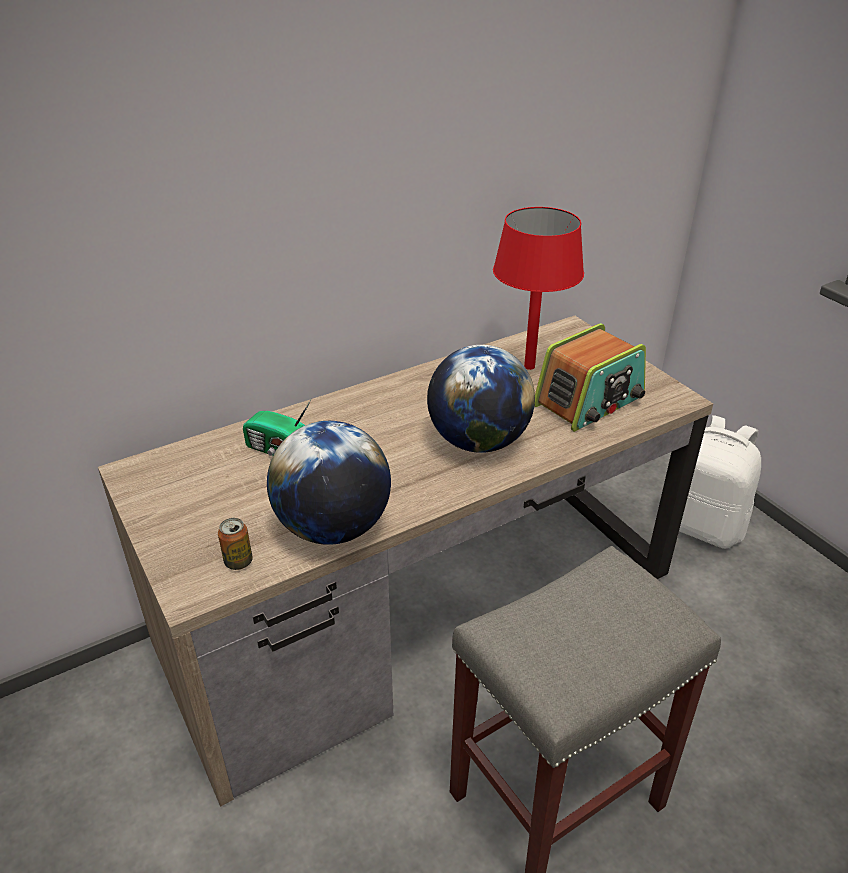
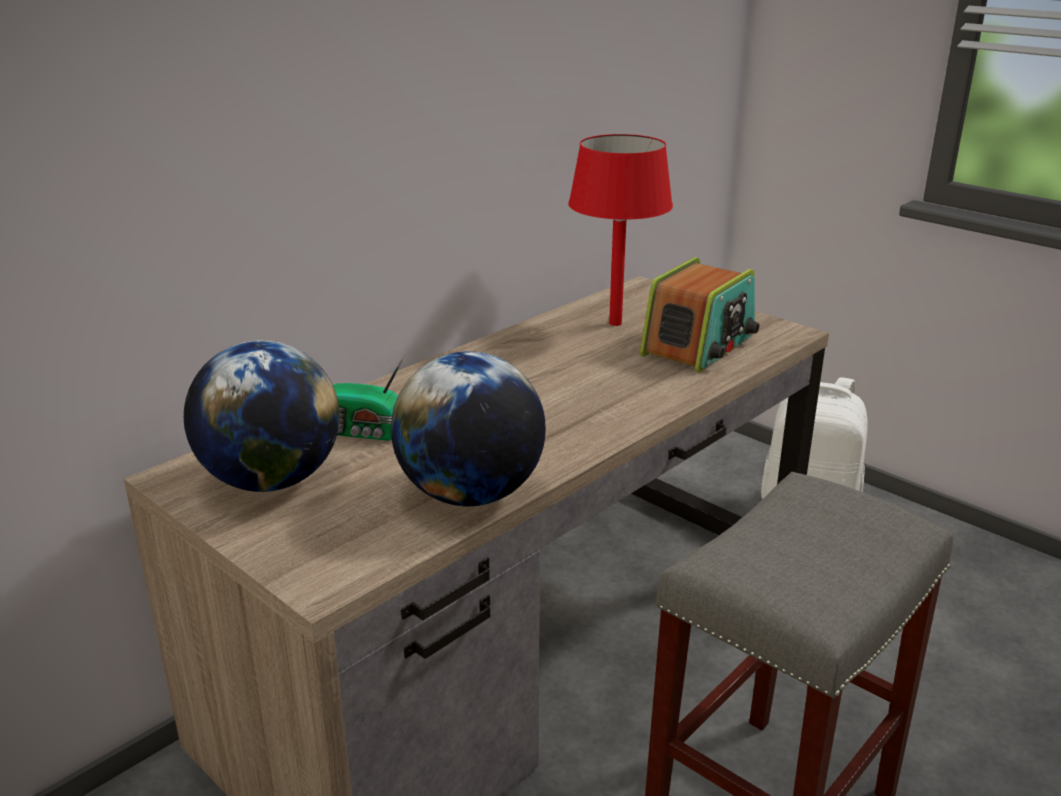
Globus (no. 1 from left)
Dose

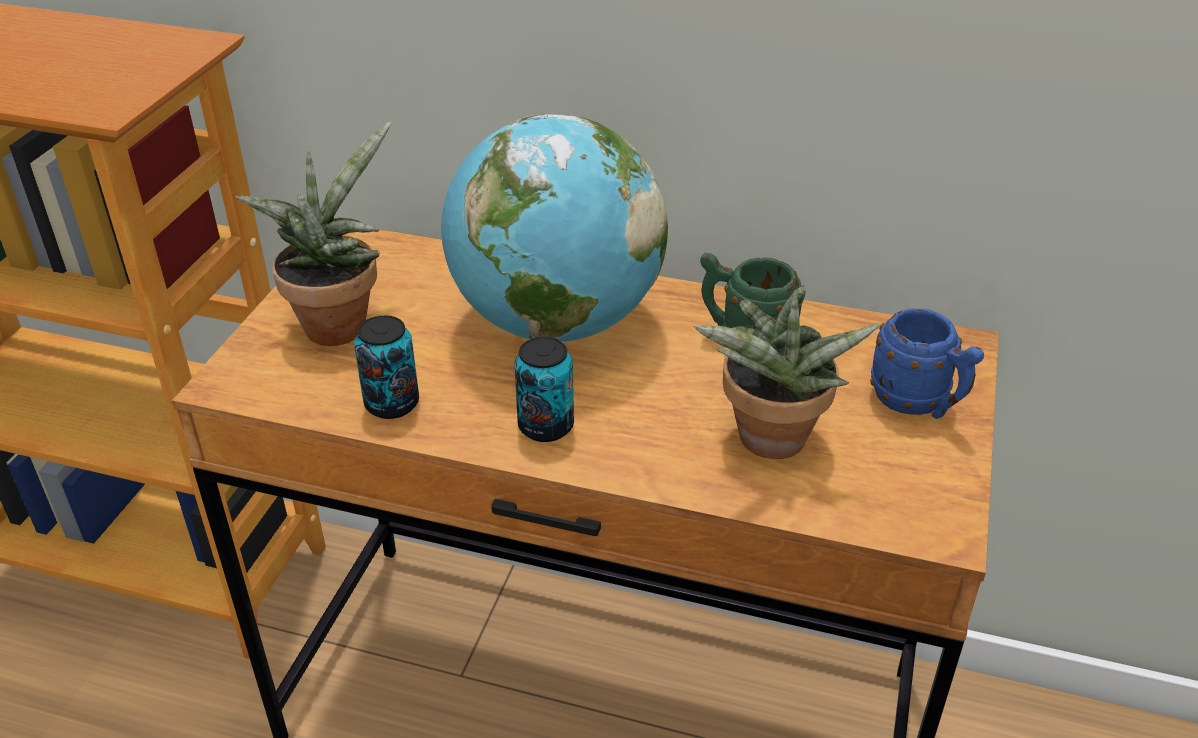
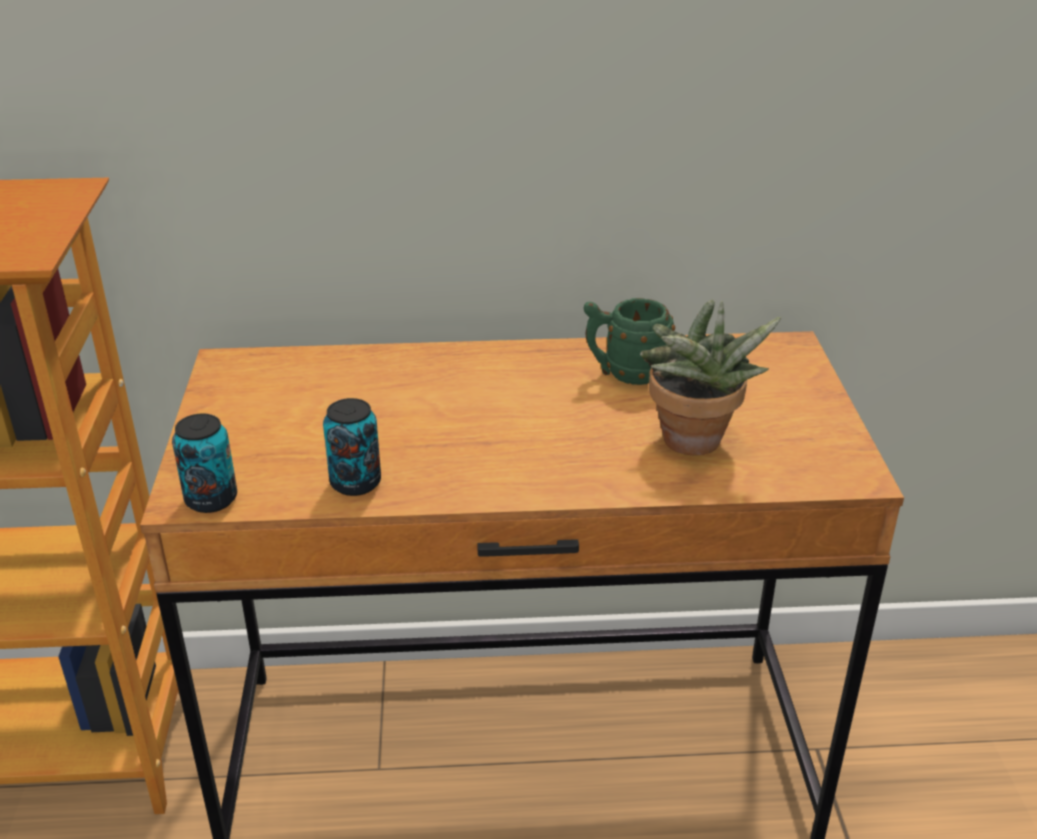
Globus
Topfpflanze (no. 1 from left in the first image)
Henkelbecher (blau)
Dose (no. 1 from left)

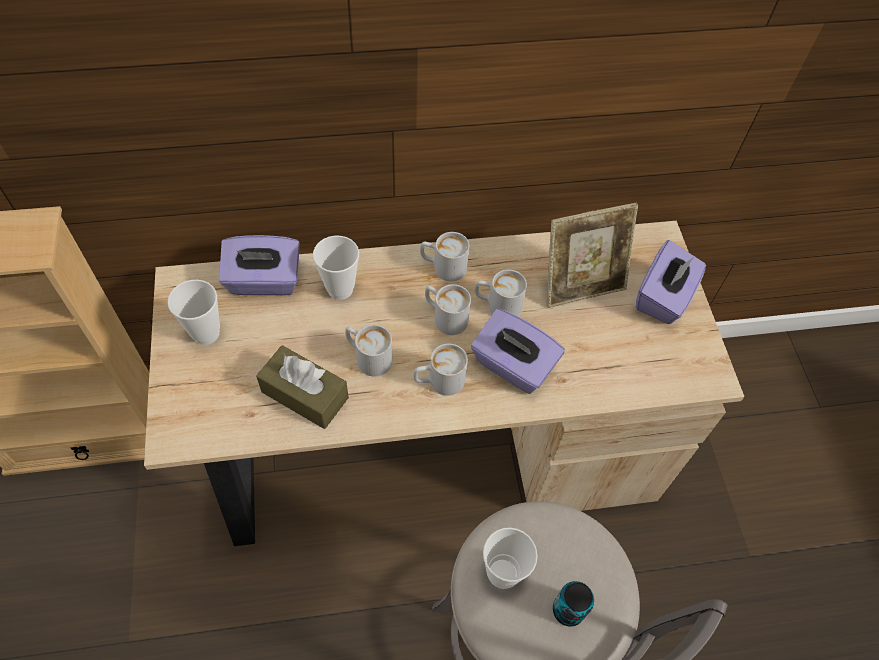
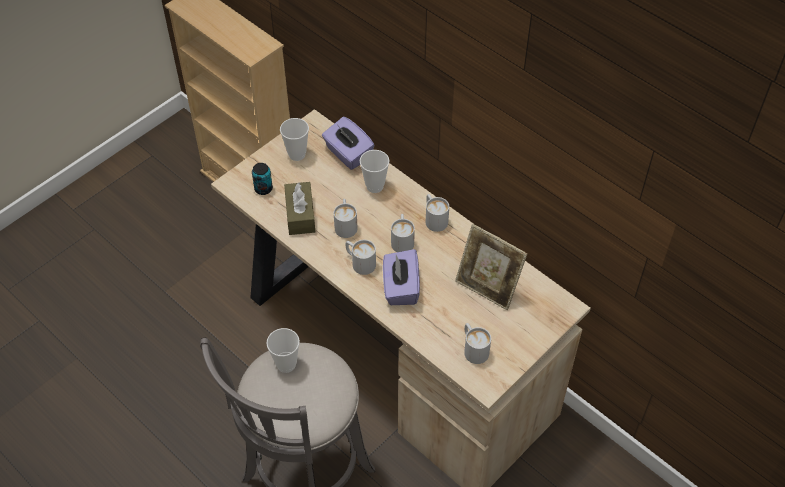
Taschentuchbox (lila) (no. 3 from left in the first image)
Henkelbecher (weiß) (no. 5 from left)
Dose

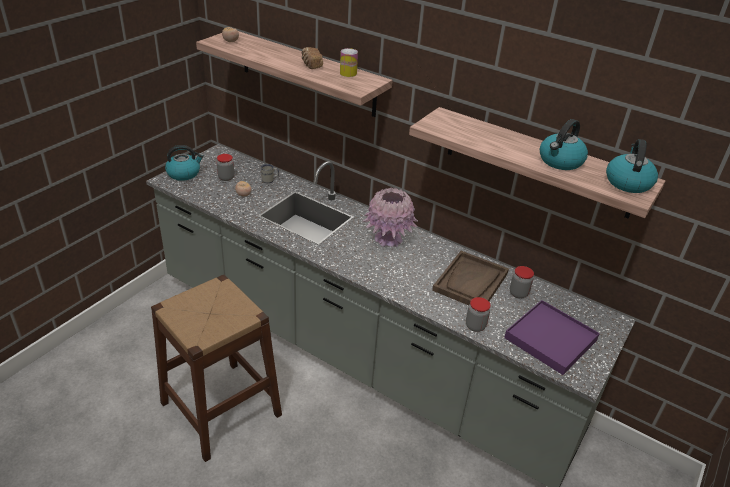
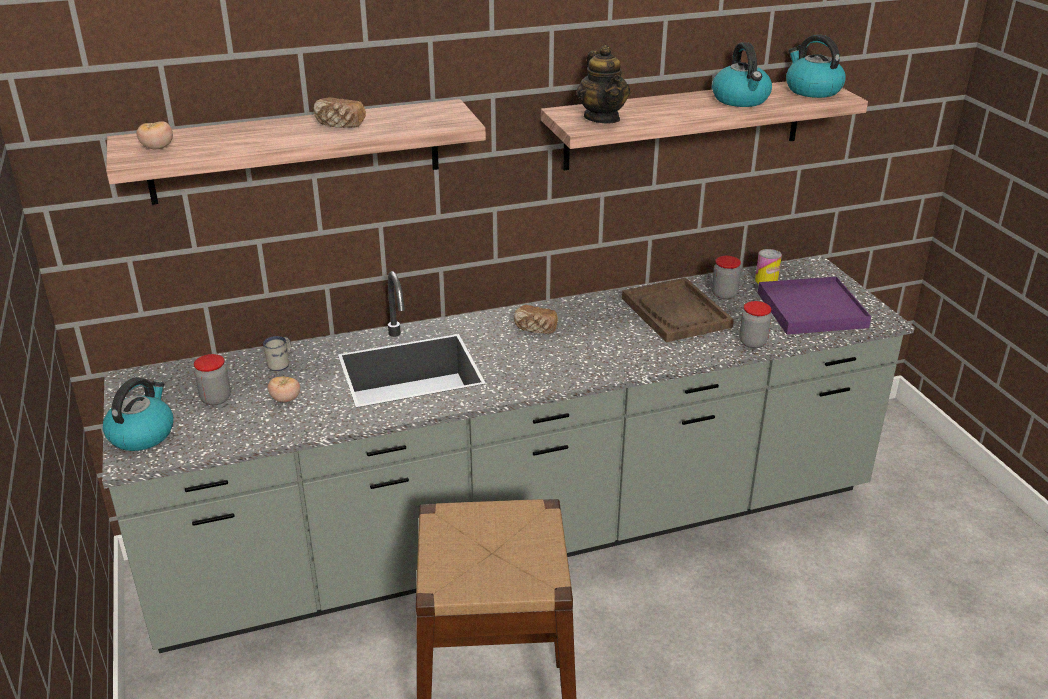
Dose
Brot (no. 2 from left)
Teekanne

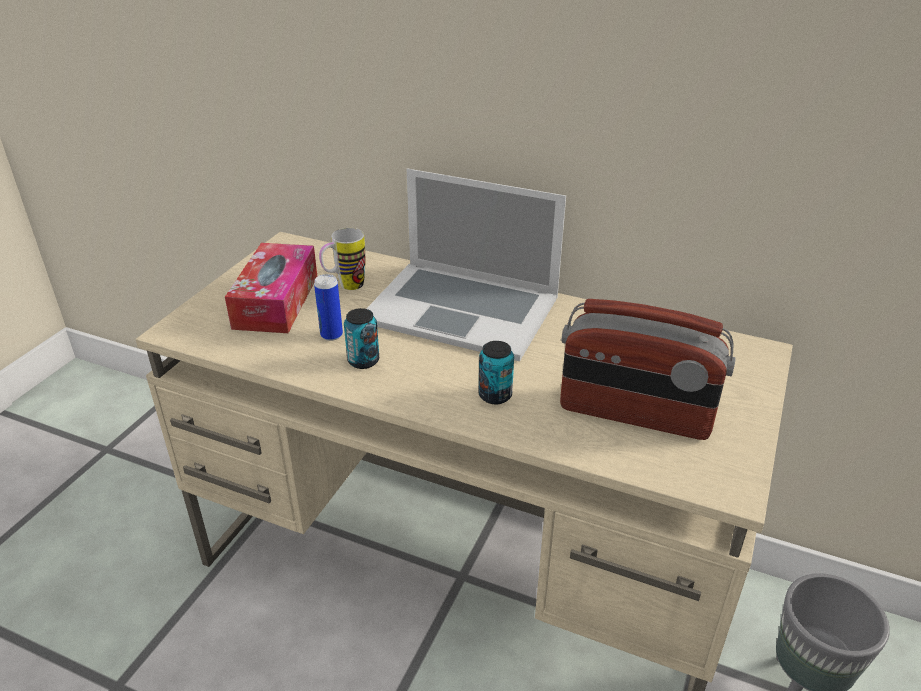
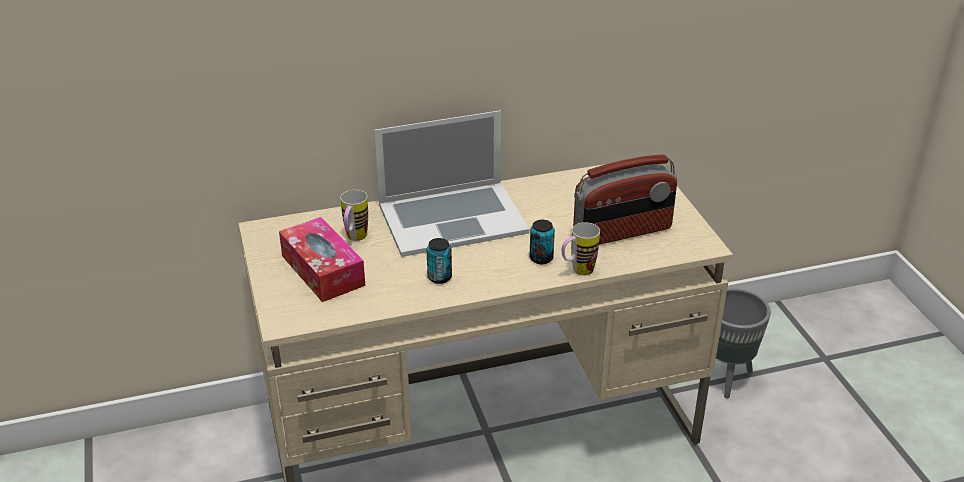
Dose (no. 1 from left in the first image)
Henkelbecher (no. 2 from left)

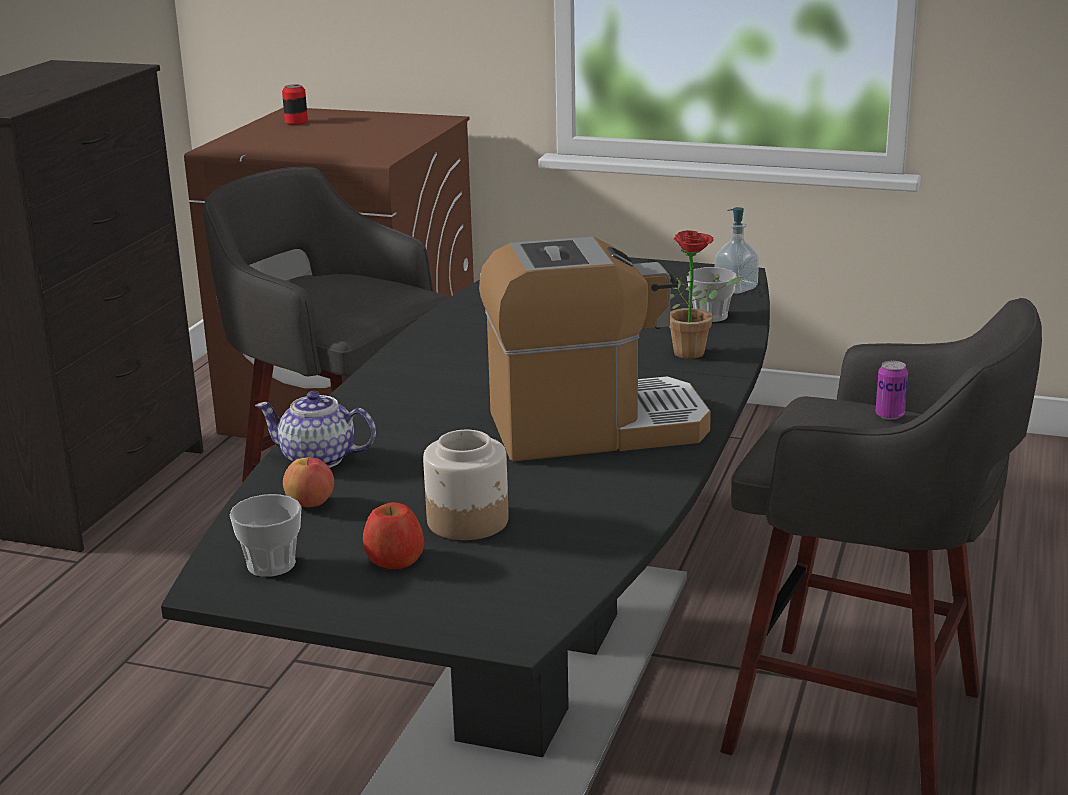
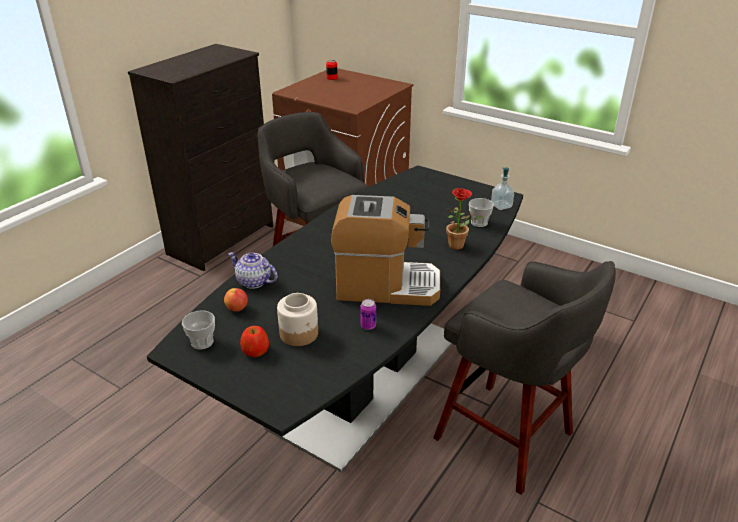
Dose (no. 2 from left)

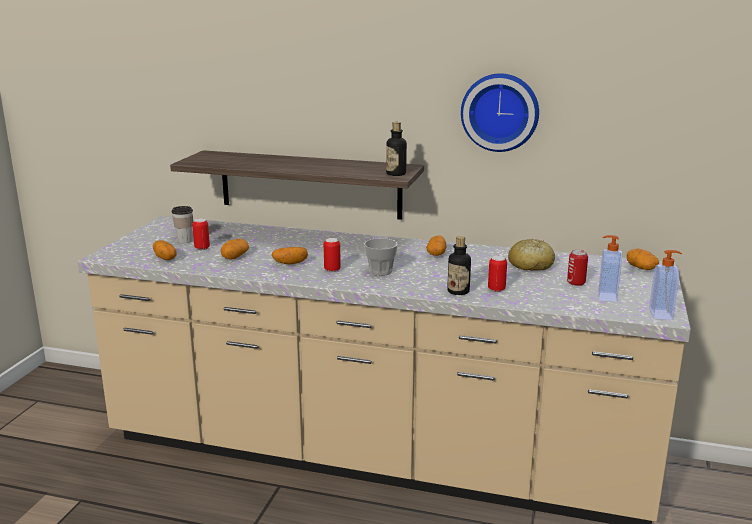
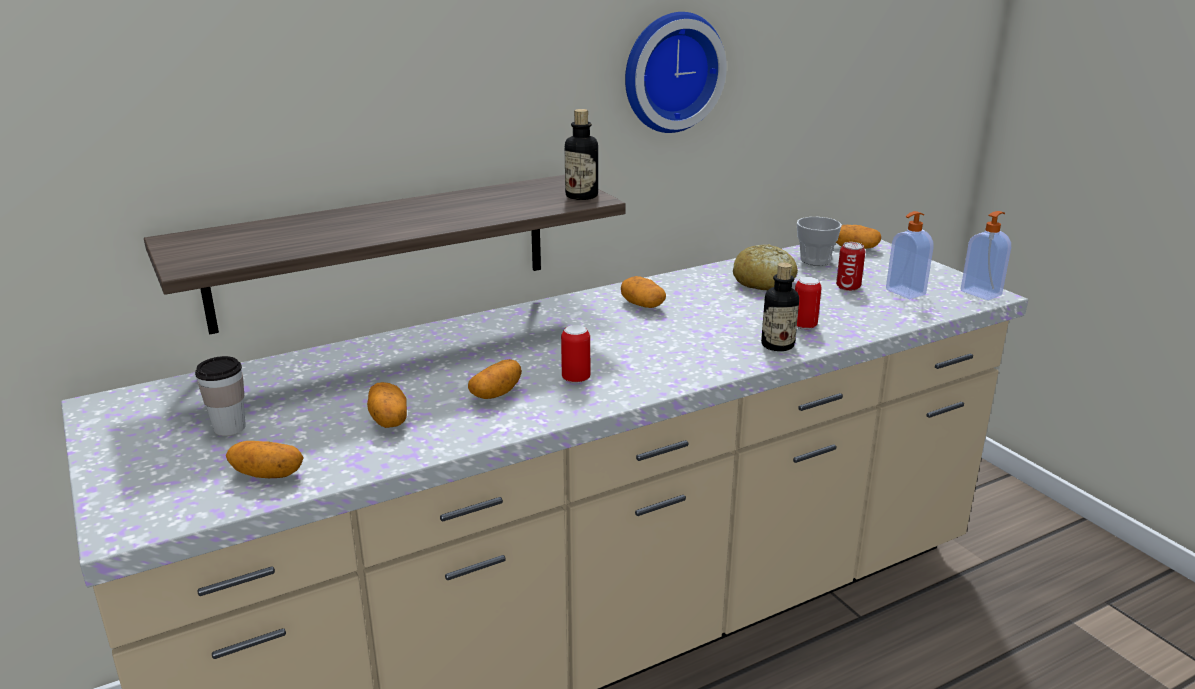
Dose (no. 1 from left in the first image)
Tasse (no. 2 from left)

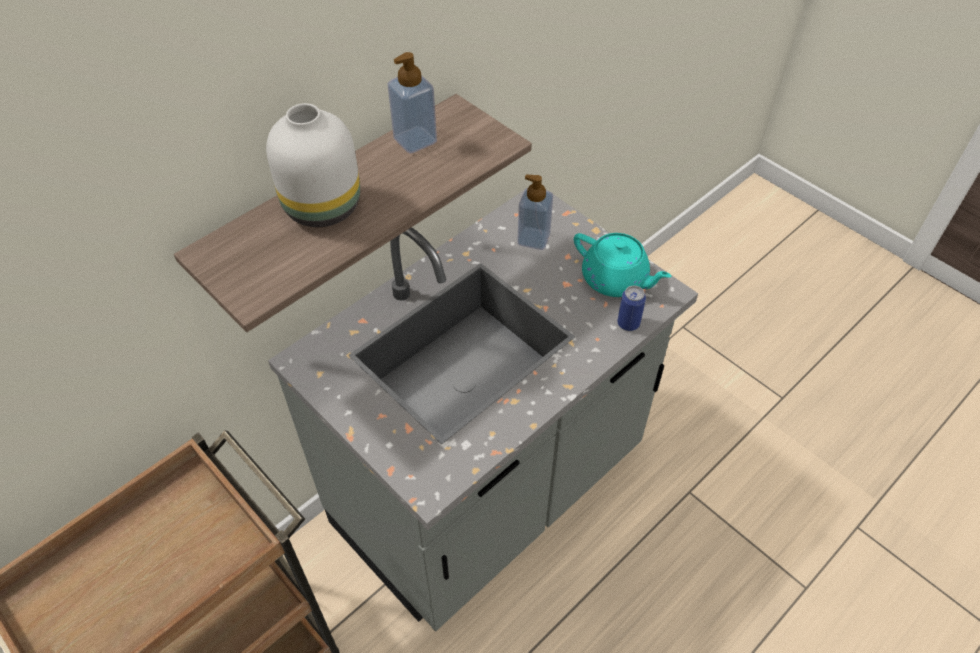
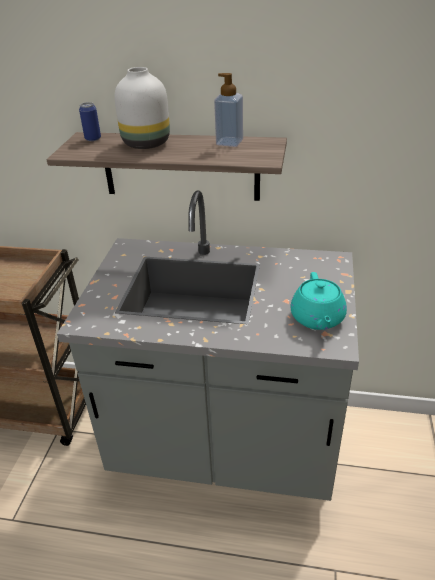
Seifenspender (no. 2 from left in the first image)
Dose

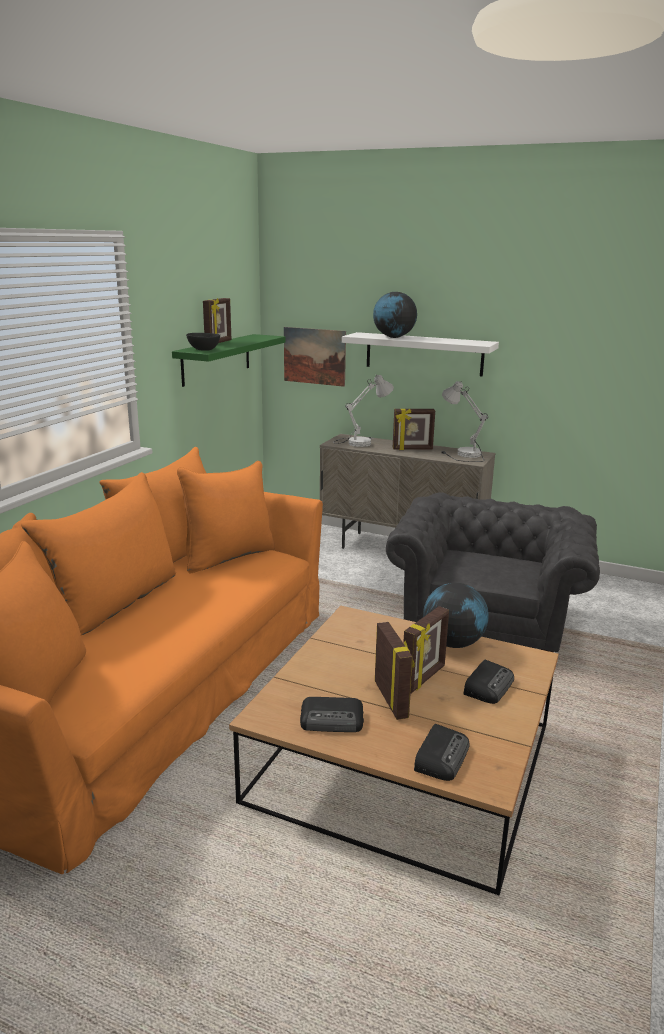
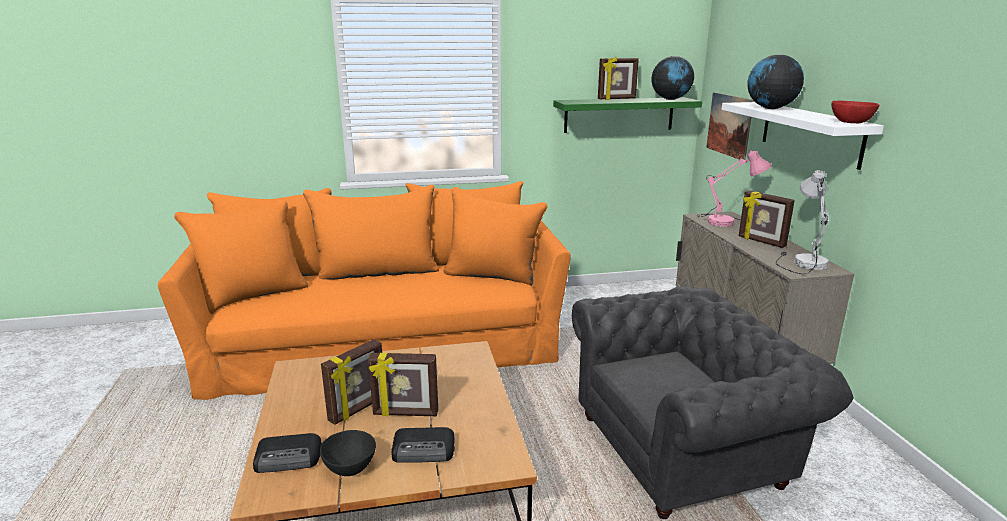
Schüssel (schwarz)
Tischlampe (rosa)
Globus (no. 1 from left)
Radio (no. 1 from left in the first image)
Schüssel (rot)

